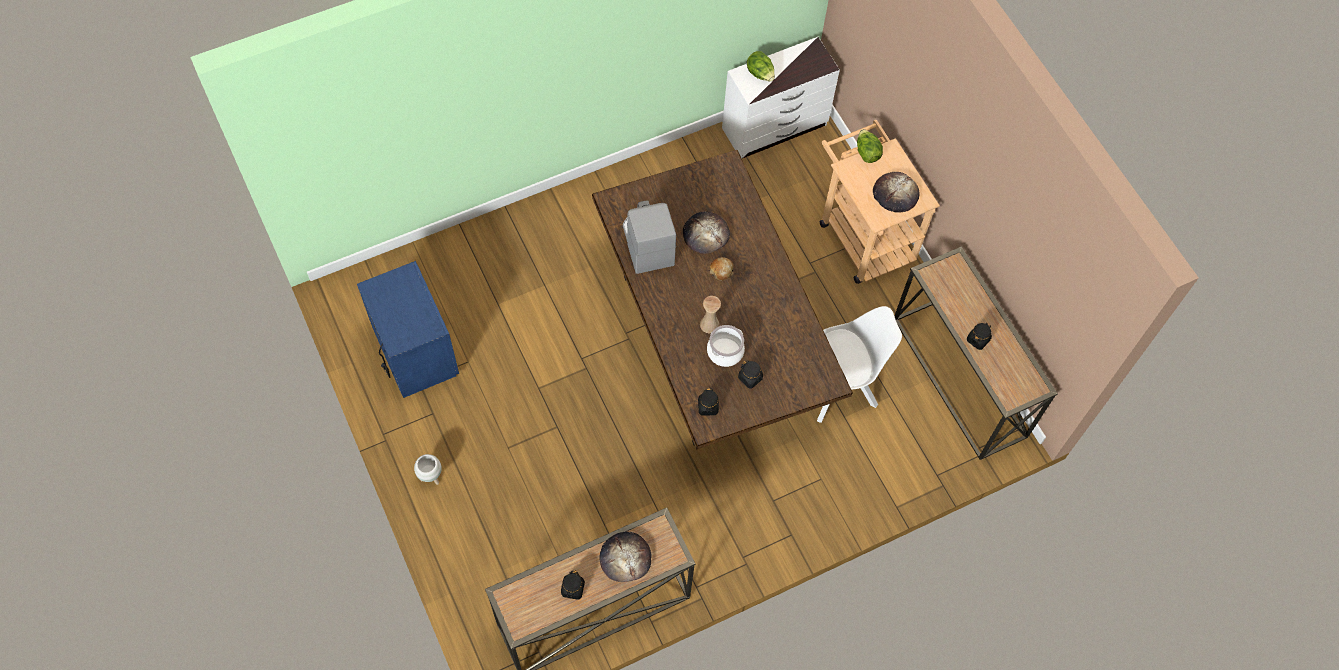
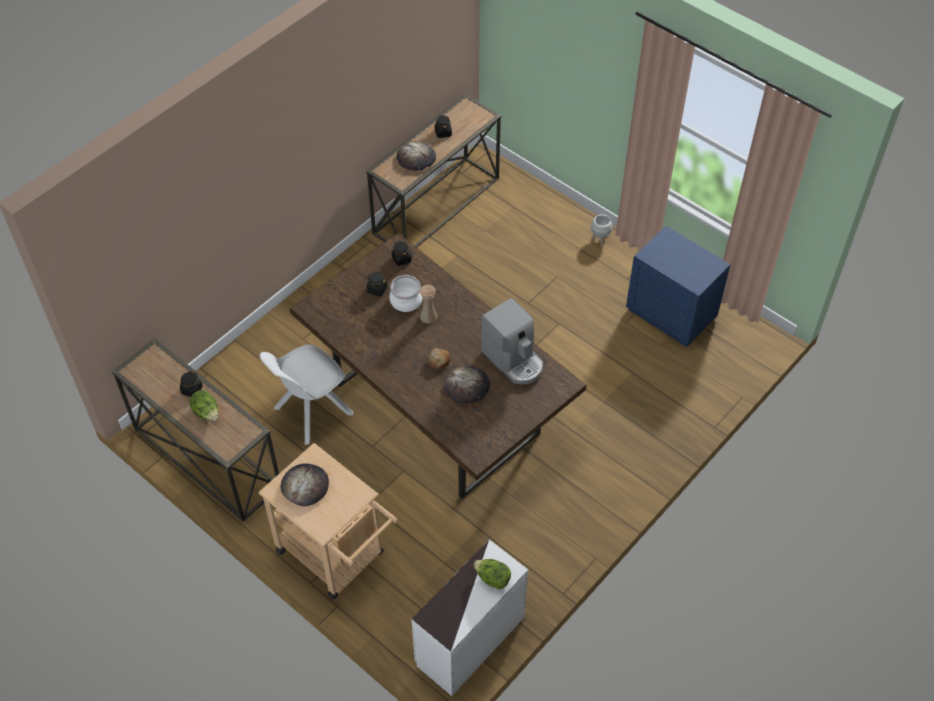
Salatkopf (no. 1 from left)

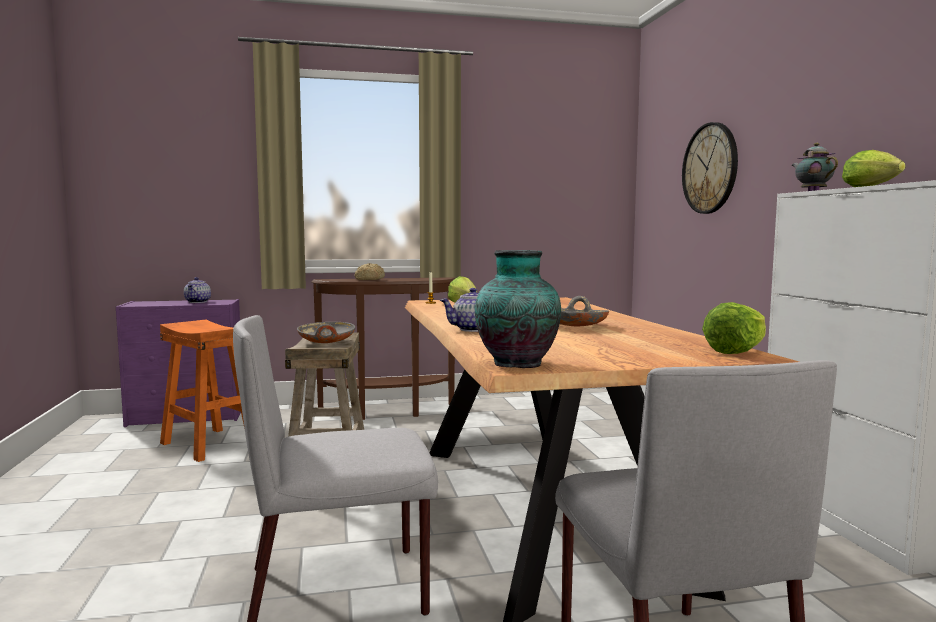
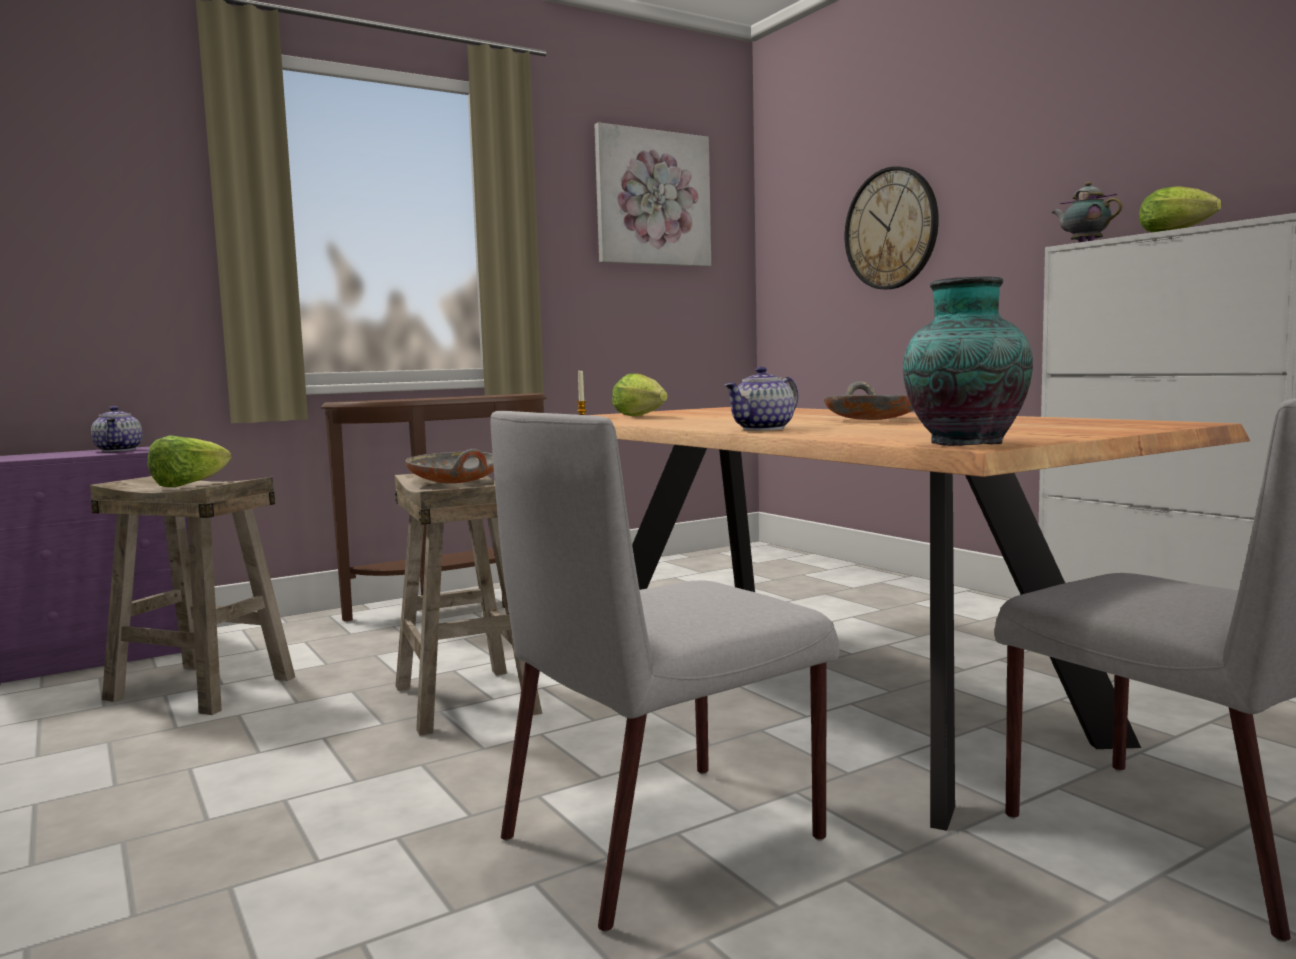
Brot
Salatkopf (no. 1 from left)
Hocker (beige) (no. 1 from left)
Bild

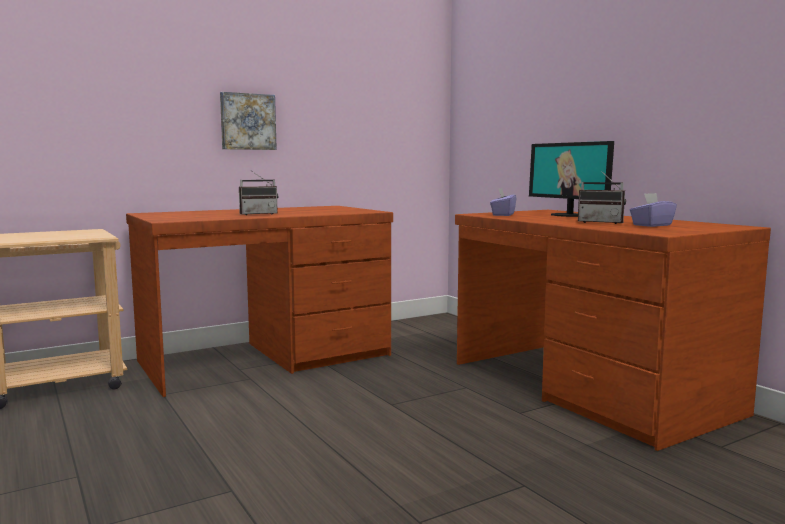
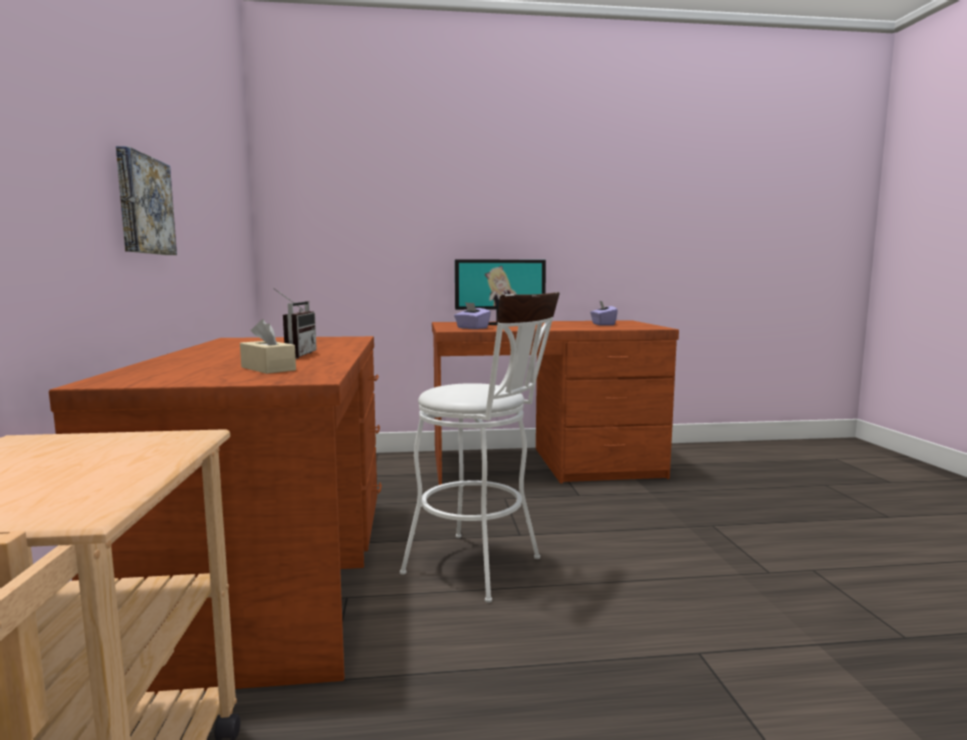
Radio (no. 2 from left in the first image)
Hocker (weiß)
Taschentuchbox (beige)

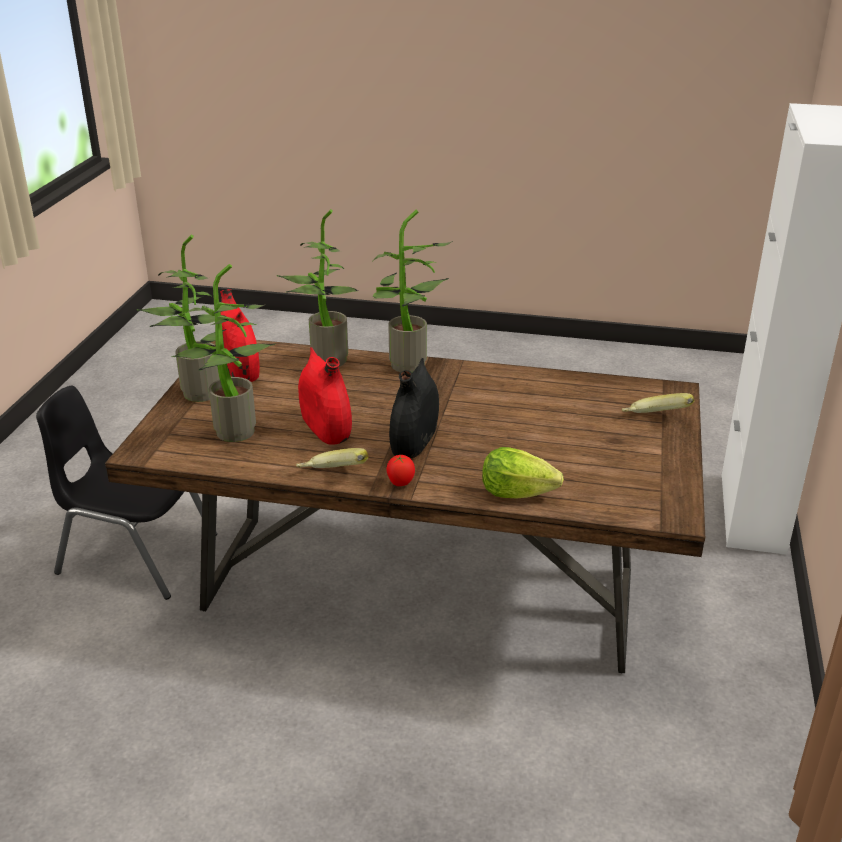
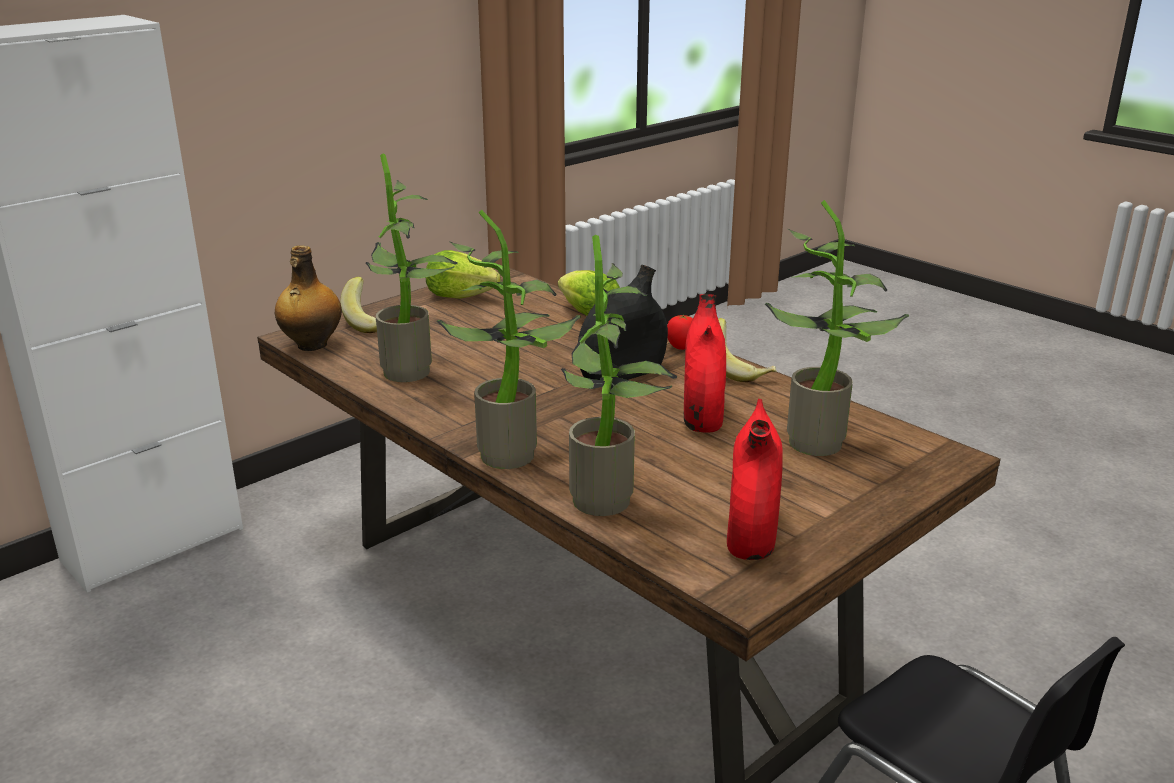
Topfpflanze (no. 1 from left)
Flasche
Salatkopf (no. 1 from left)

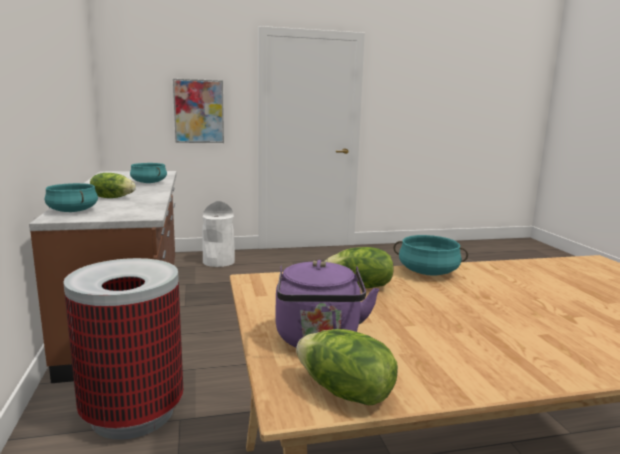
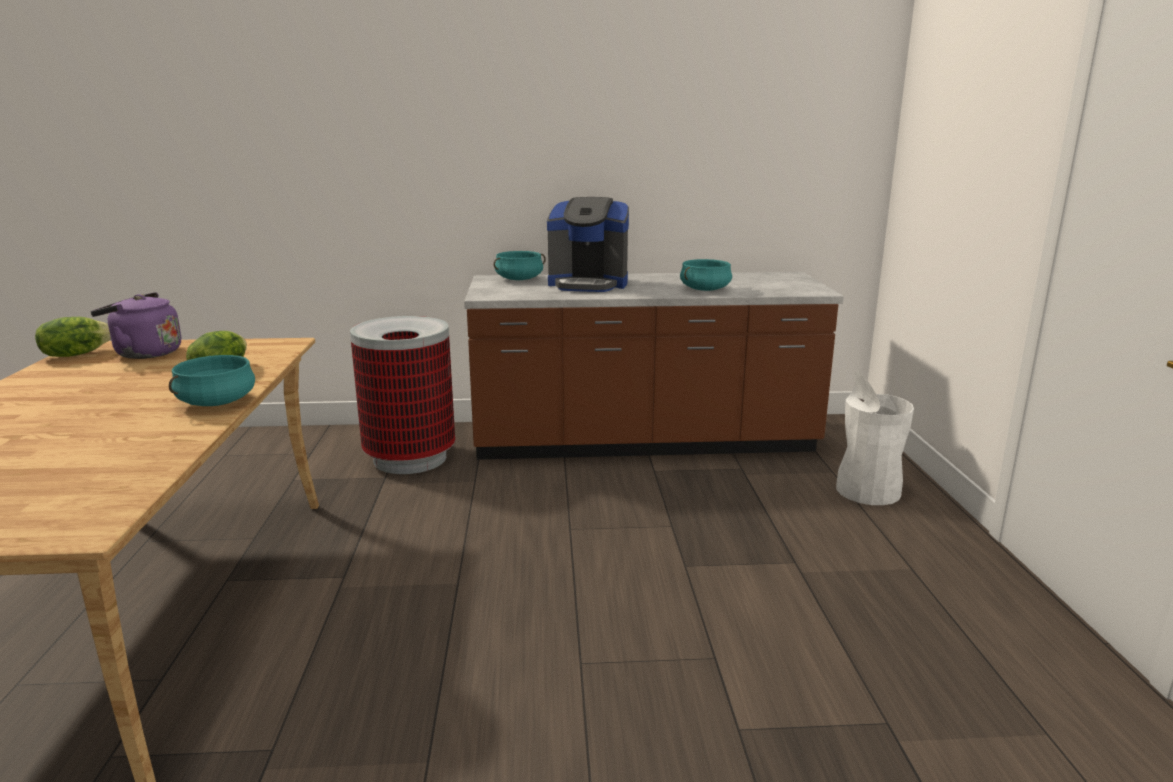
Bild
Kaffeemaschine

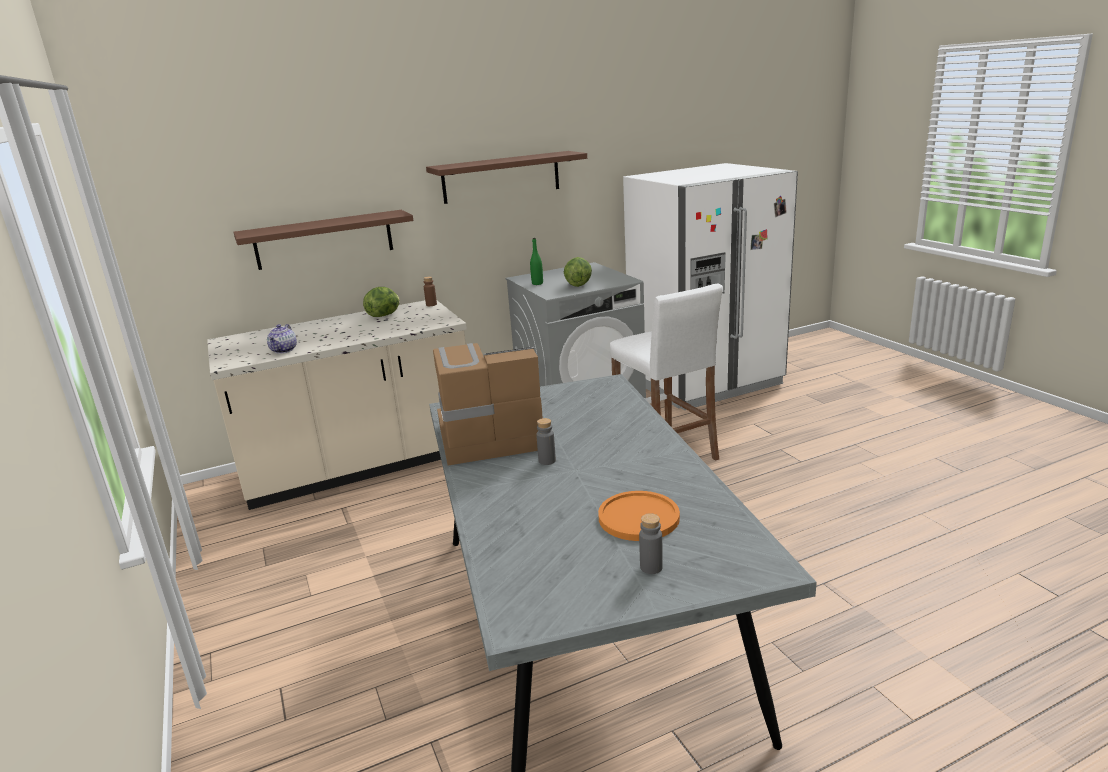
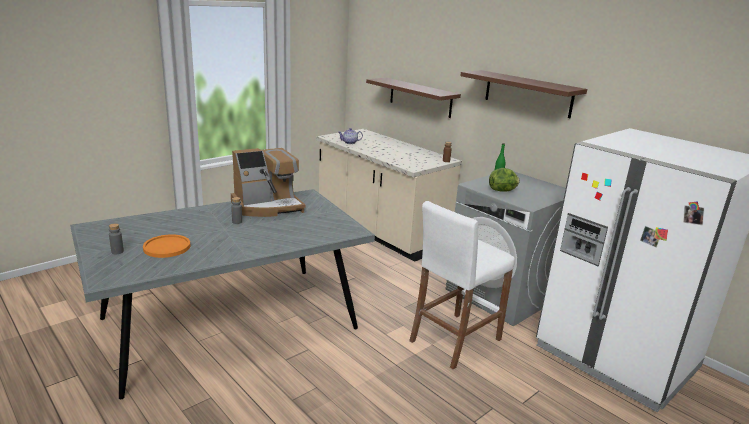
Salatkopf (no. 1 from left in the first image)
Kaffeemaschine

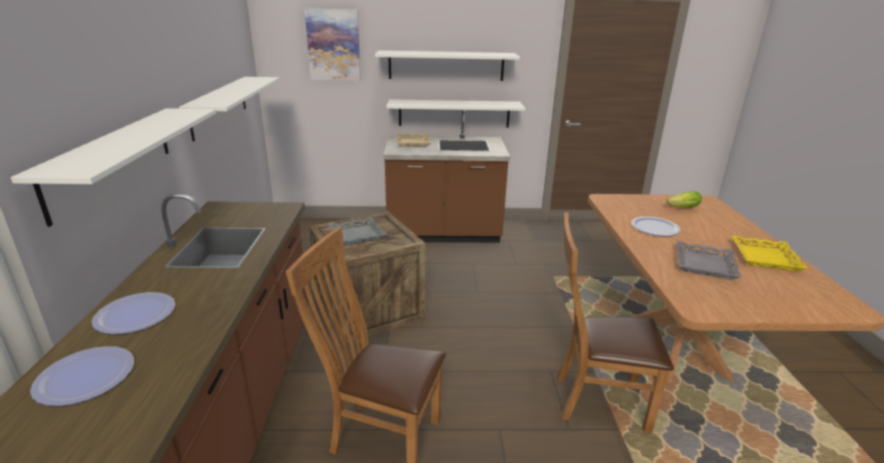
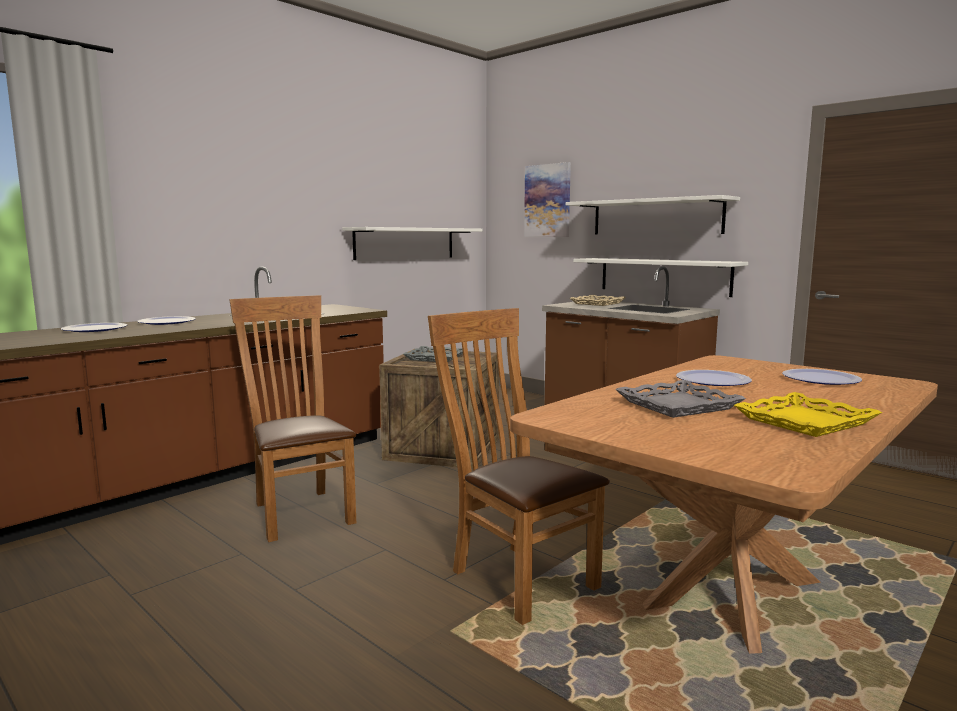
Wandregal (weiß) (no. 1 from left in the first image)
Teller (no. 4 from left)

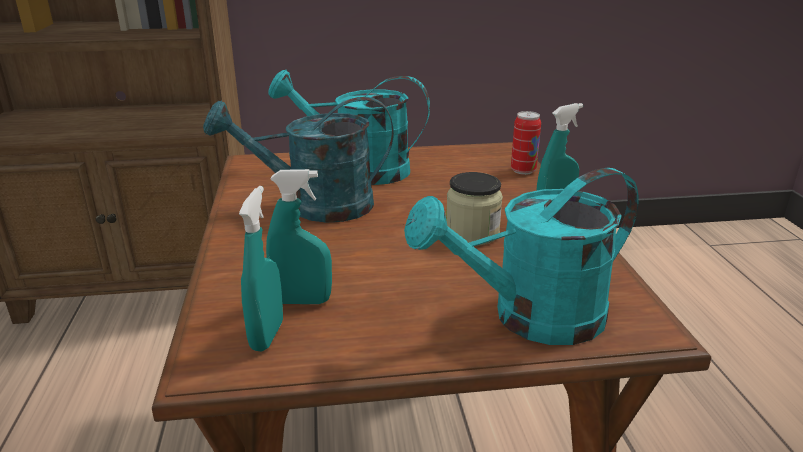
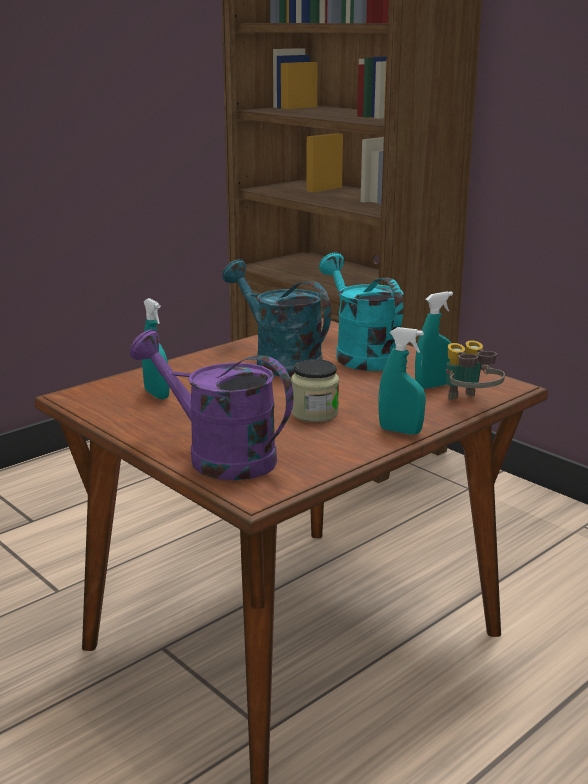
Fernglas
Gießkanne (lila)
Sprühflasche (türkis) (no. 3 from left)

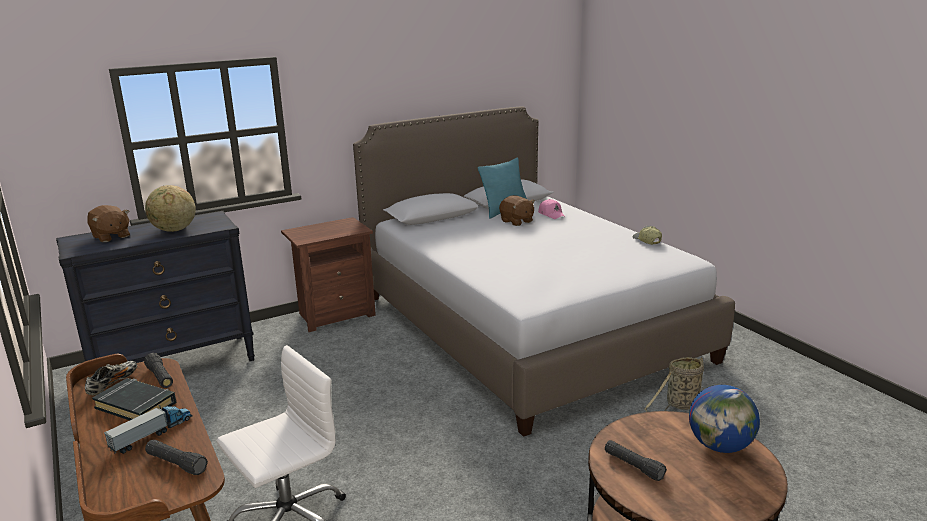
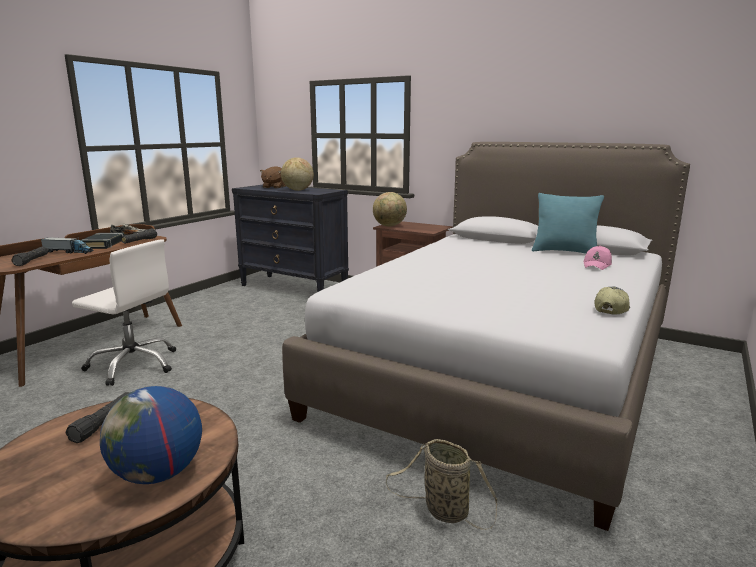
Plüschtier (braun) (no. 2 from left in the first image)
Globus (no. 3 from left)

